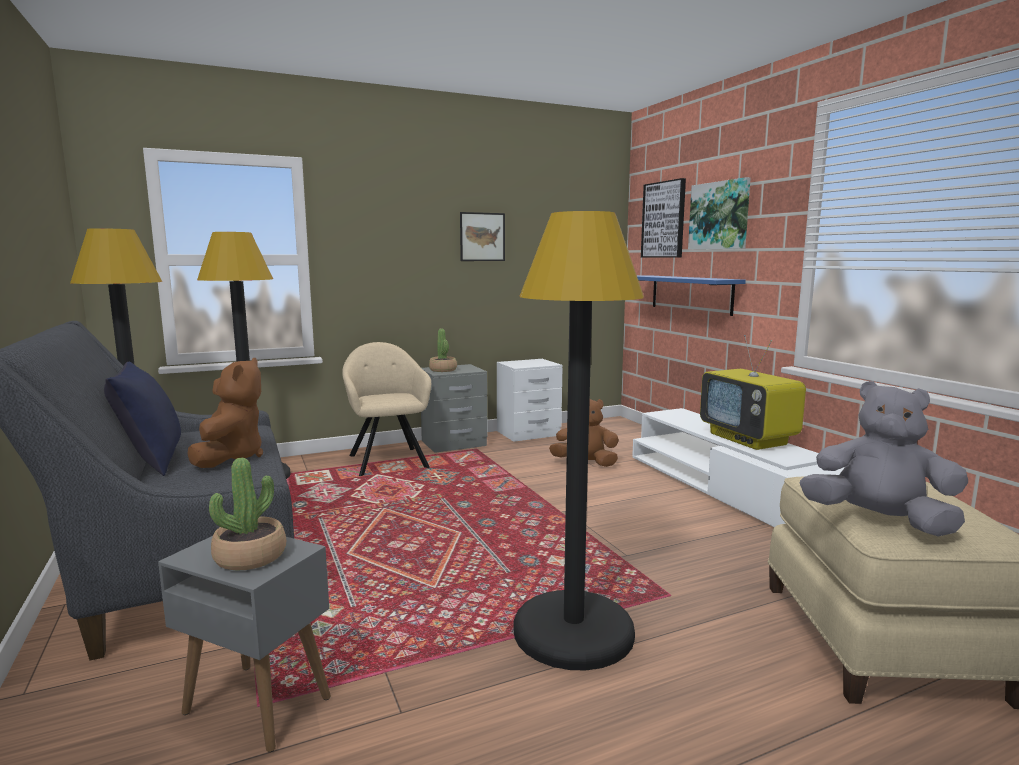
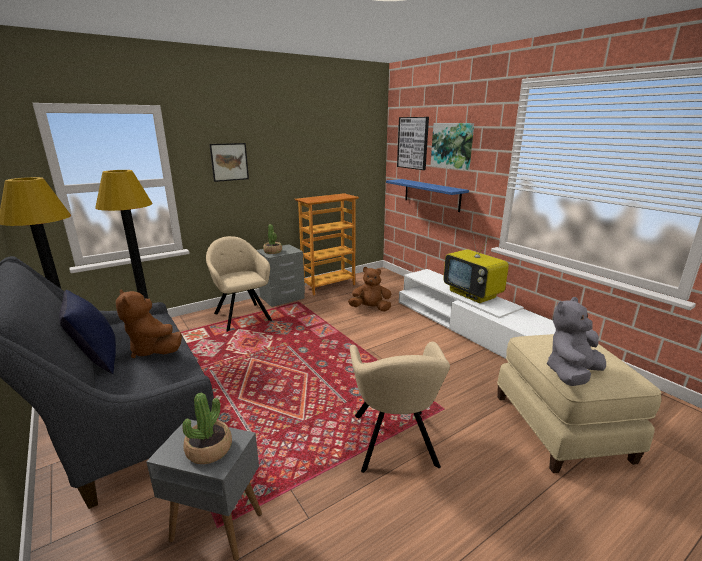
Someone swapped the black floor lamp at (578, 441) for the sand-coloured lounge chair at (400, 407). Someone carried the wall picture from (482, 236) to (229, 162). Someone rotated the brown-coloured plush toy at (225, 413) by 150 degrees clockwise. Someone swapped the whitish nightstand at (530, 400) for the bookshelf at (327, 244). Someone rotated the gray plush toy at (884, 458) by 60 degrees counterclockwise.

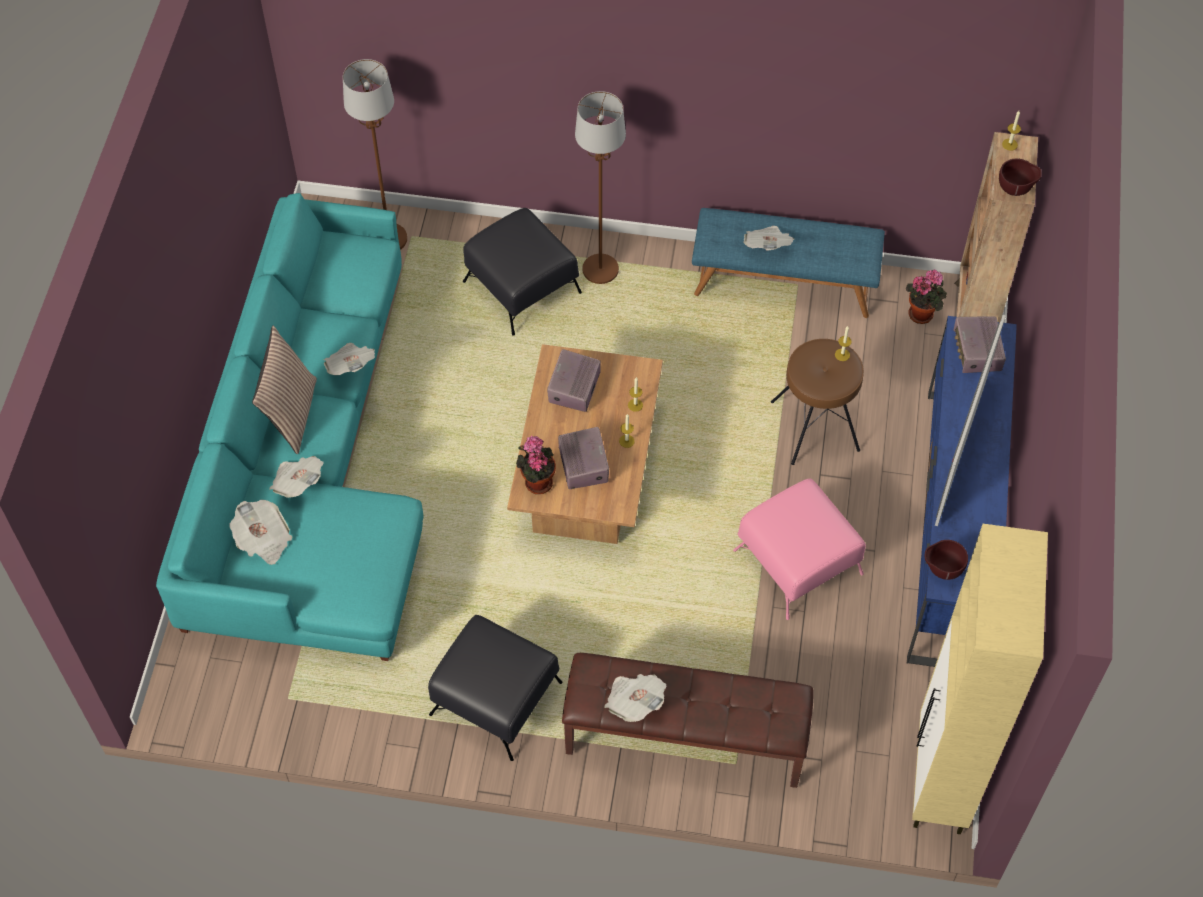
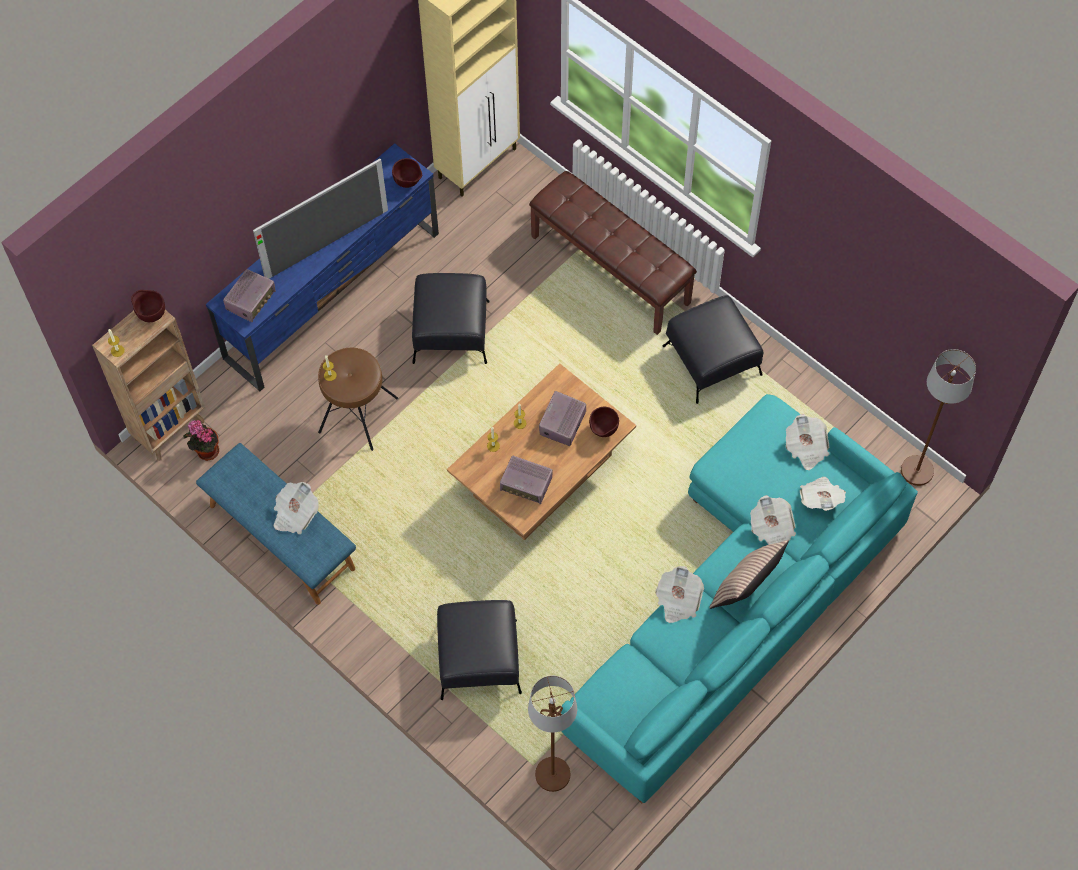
Someone carried the brown-coloured floor lamp from (600, 187) to (938, 417). Someone rotated the radio set at (574, 380) by 60 degrees clockwise. Someone swapped the plant in a pot at (536, 465) for the brown-coloured bowl at (604, 422). Someone repainted the pink pouffe at (799, 549), which became the black pouffe at (451, 318). Someone carried the printed paper from (635, 698) to (807, 442).

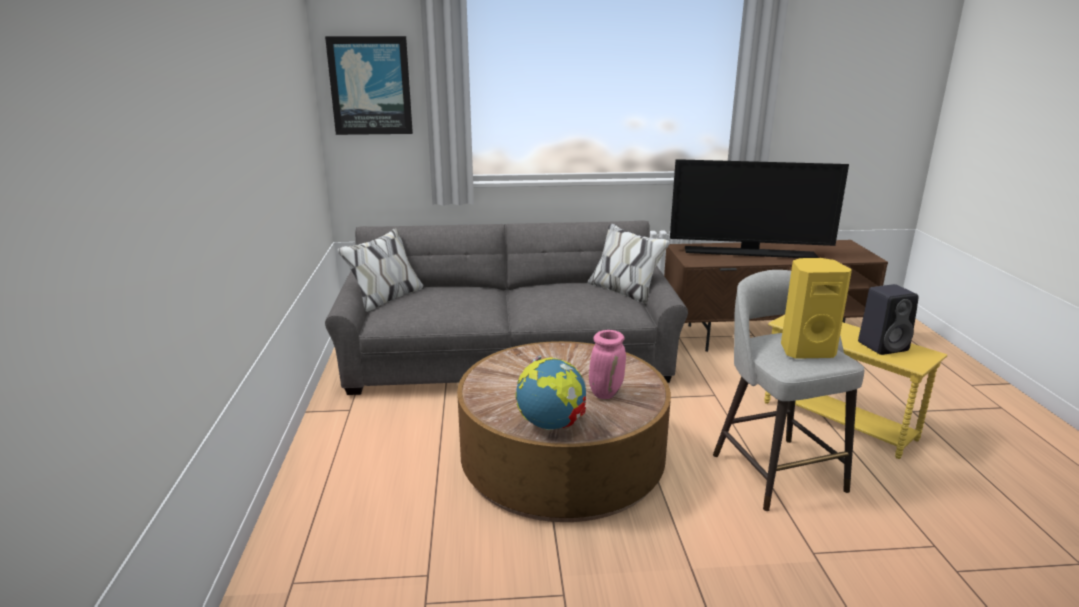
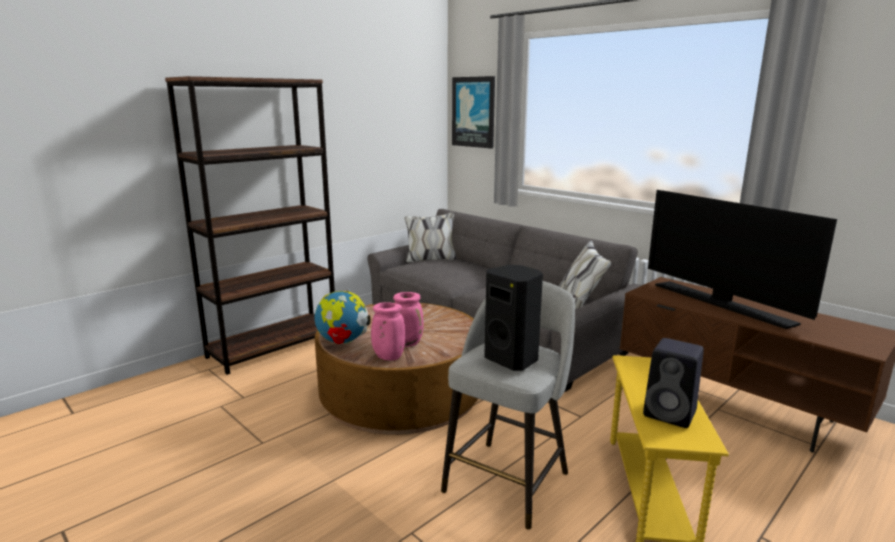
Someone repainted the yellow audio speaker at (816, 308), which became the black audio speaker at (513, 318). Someone put down the brown-coloured bookshelf at (250, 225). Someone put down the pink flower vase at (388, 331).

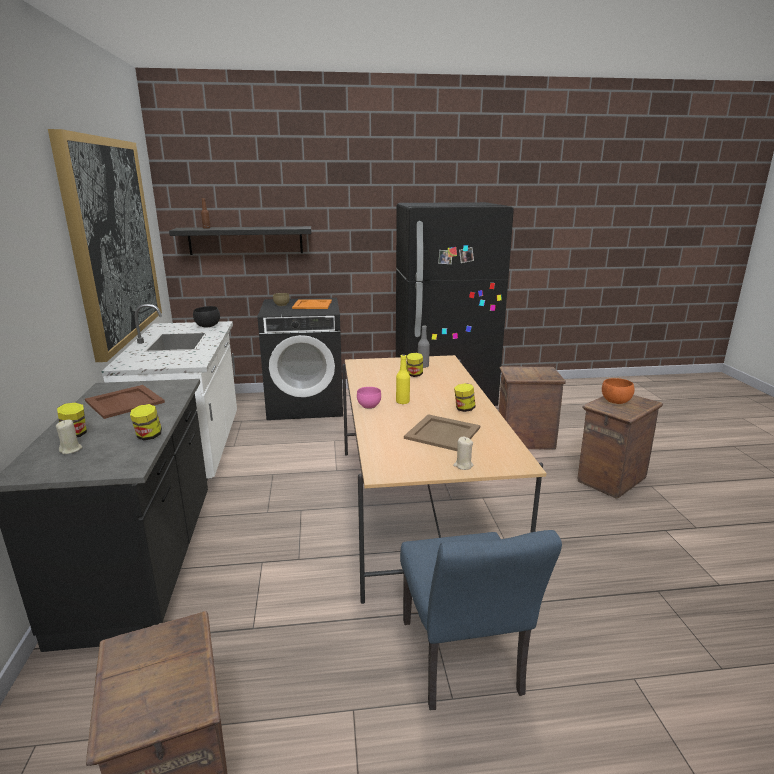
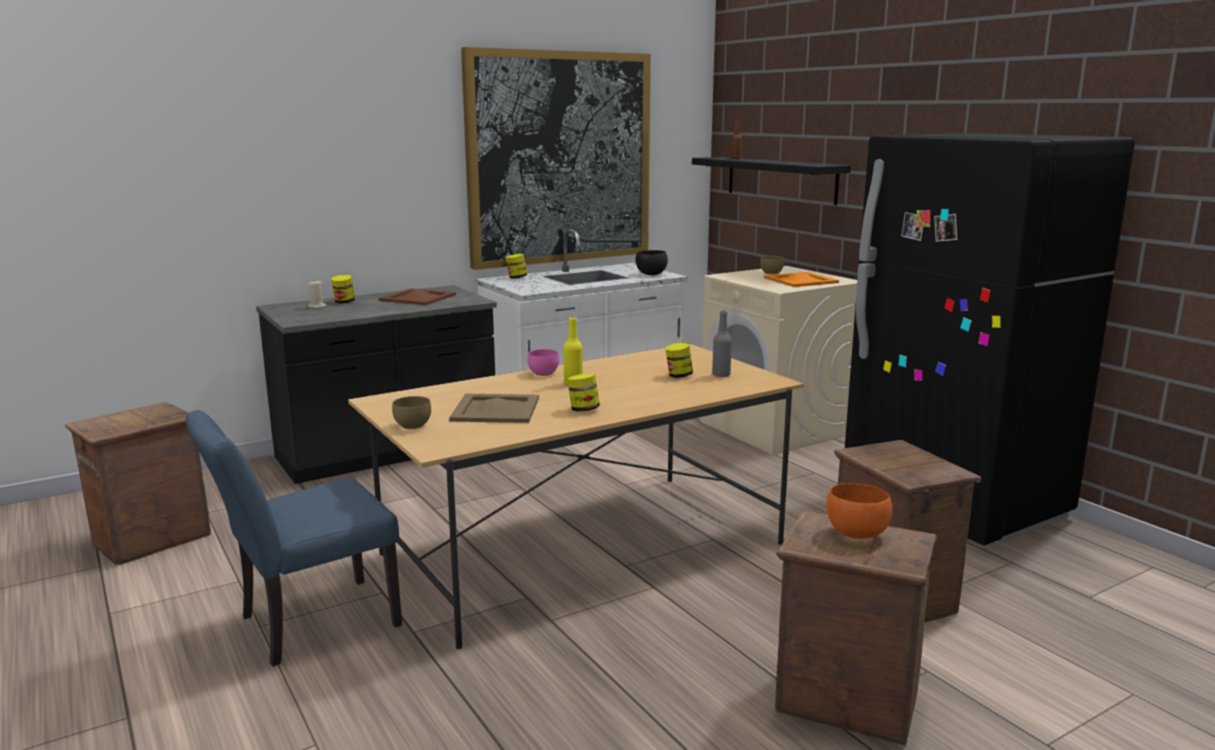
Someone repainted the black laundry machine at (300, 359), which became the sand-coloured laundry machine at (778, 360). Someone carried the storage jar from (146, 422) to (516, 266). Someone swapped the sand-coloured candle at (463, 453) for the brown-coloured bowl at (411, 412).

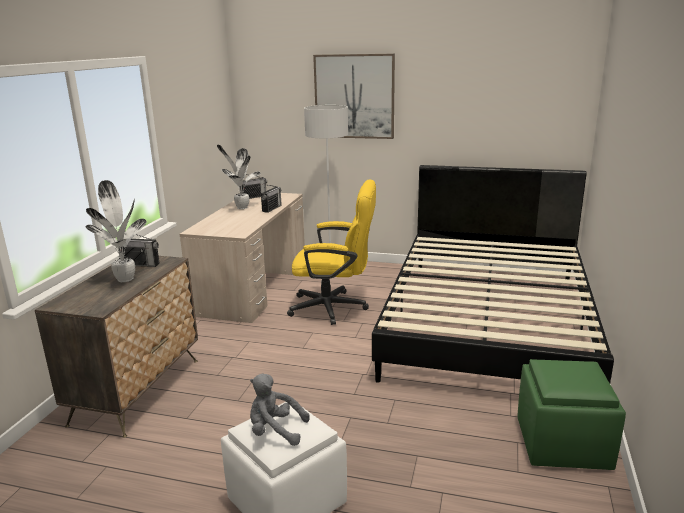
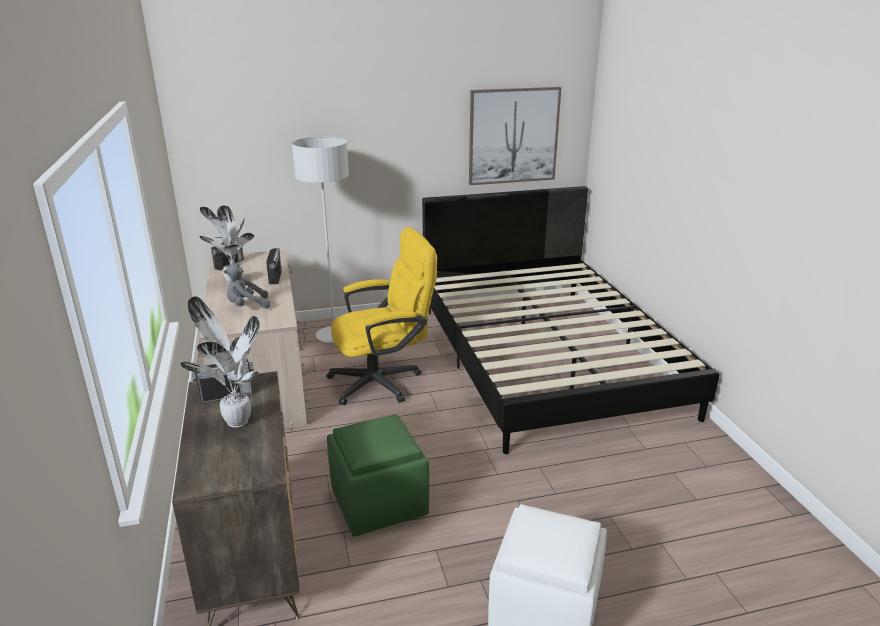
Someone carried the wall picture from (354, 96) to (515, 136). Someone carried the greenish pouffe from (571, 414) to (378, 475). Someone carried the gray plush toy from (280, 410) to (247, 286).

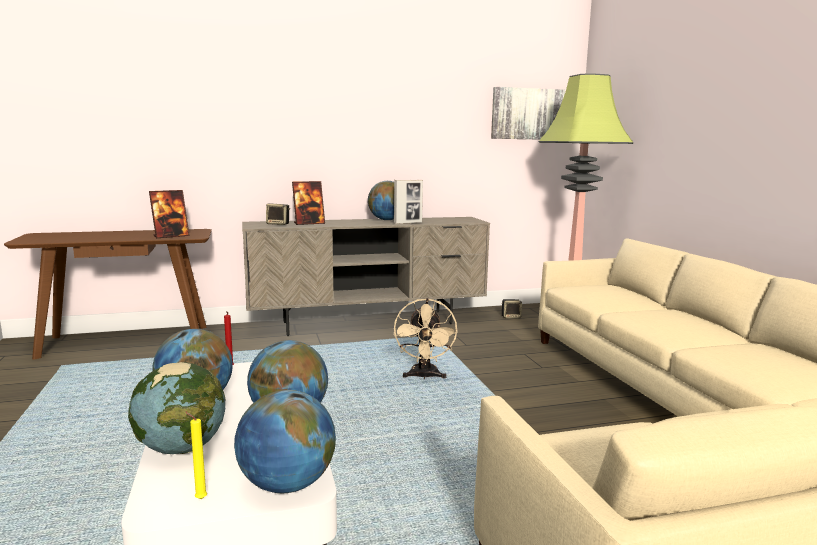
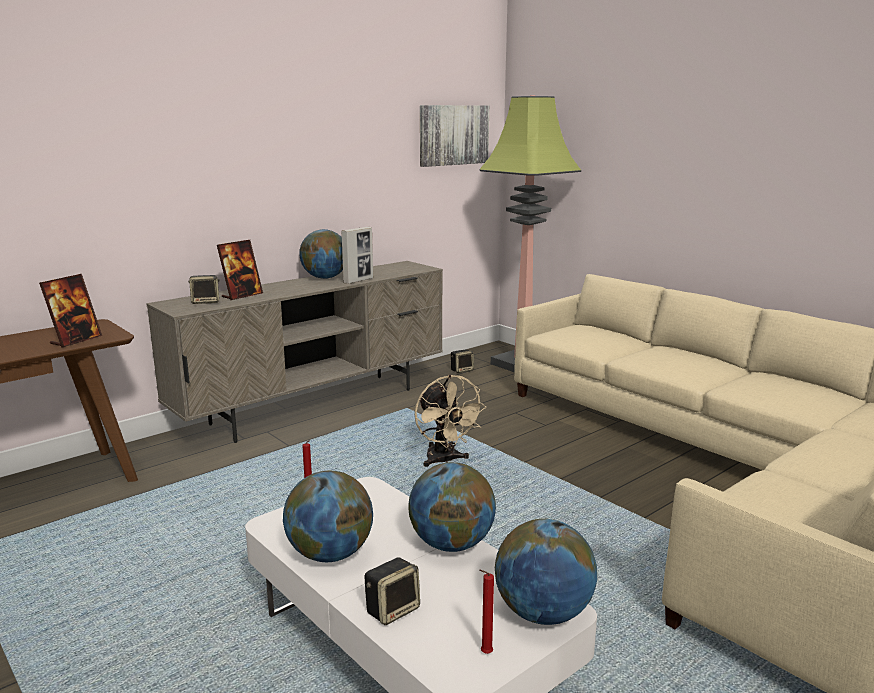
Someone swapped the desk globe at (177, 408) for the audio speaker at (392, 591). Someone repainted the yellow candle at (196, 455), which became the red-coloured candle at (486, 612).

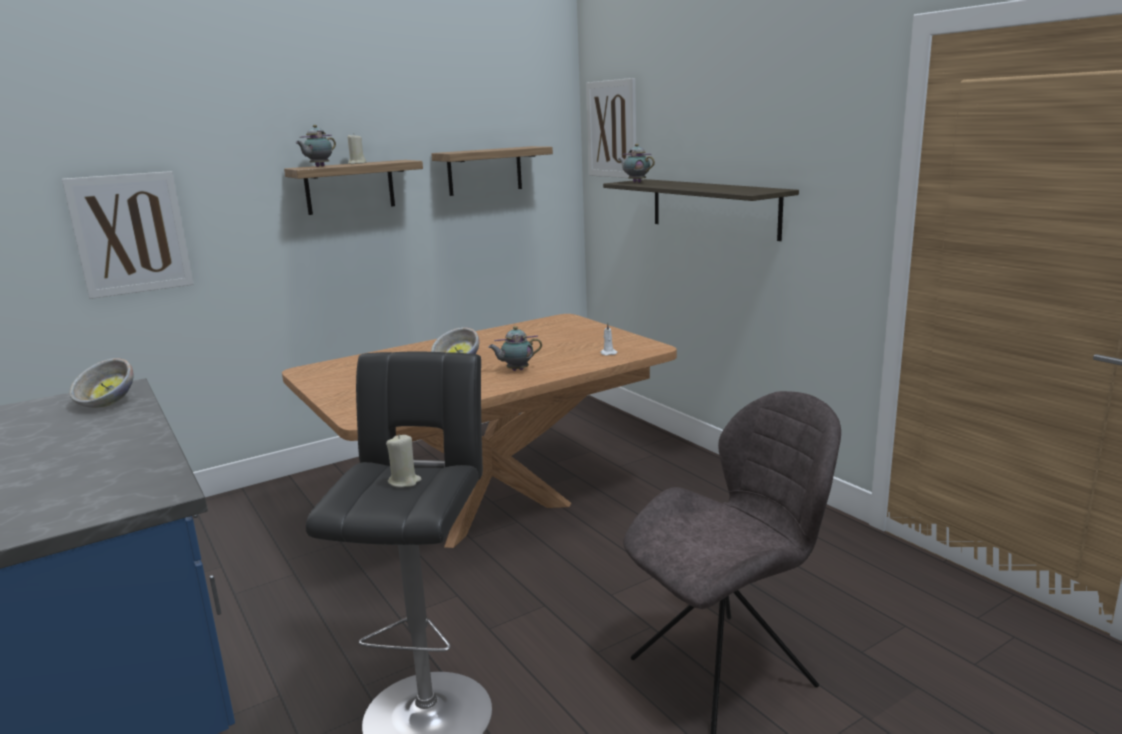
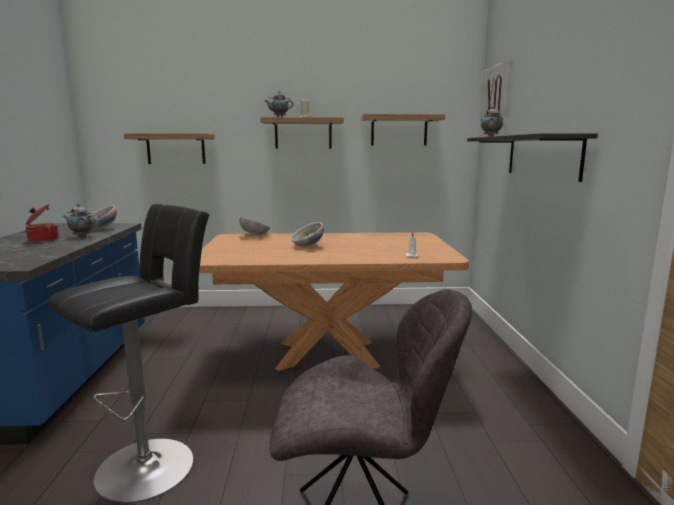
Someone swapped the wall picture at (128, 235) for the bracket shelf at (169, 148). Someone carried the teapot from (515, 348) to (79, 220). Someone took away the sand-coloured candle at (404, 460). Someone put down the saucepot at (41, 223). Someone put down the bowl at (254, 226).

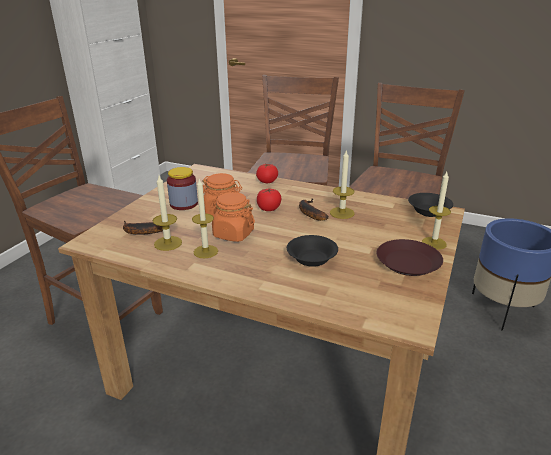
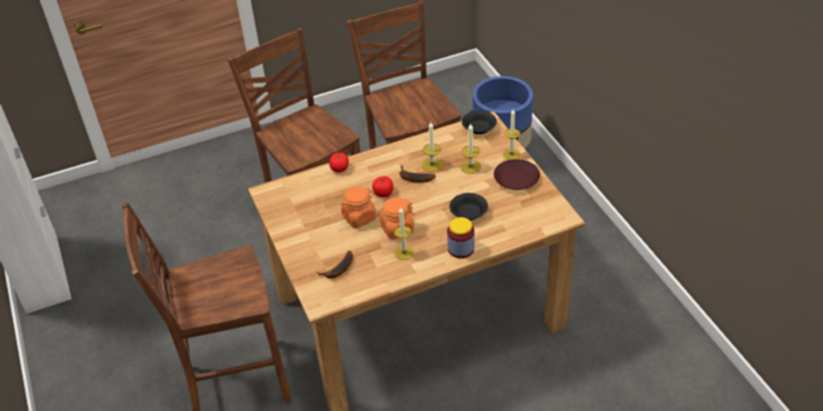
Someone carried the storage jar from (182, 188) to (460, 237). Someone carried the candle from (167, 213) to (471, 149).

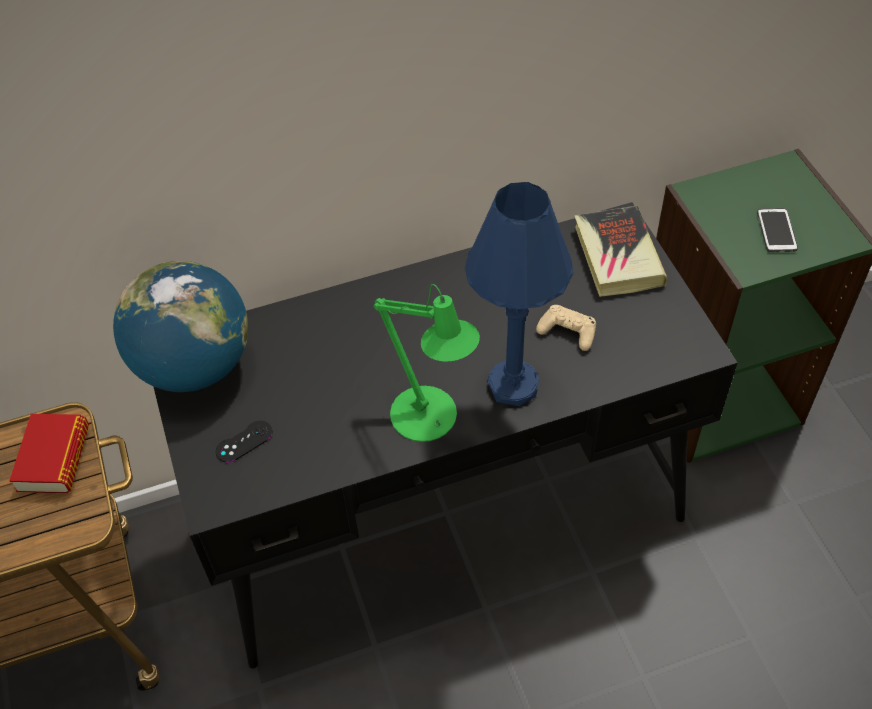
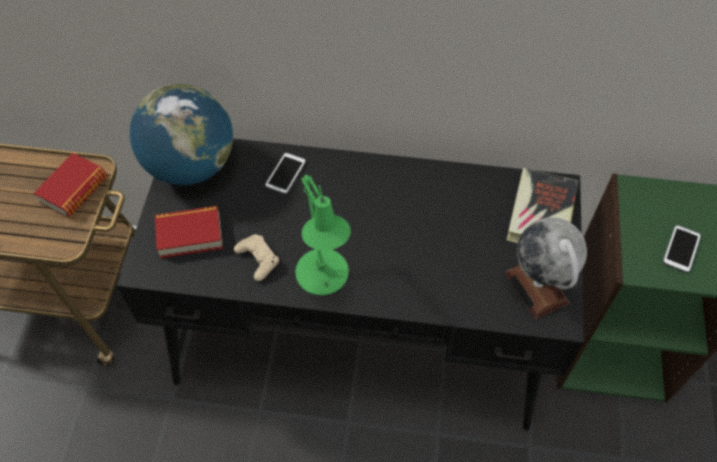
Someone took away the blue-coloured table lamp at (519, 294). Someone carried the sand-coloured gamepad from (566, 328) to (256, 257). Someone swapped the black gamepad at (244, 442) for the volume at (189, 232). Someone put down the telephone at (285, 173). Someone put down the desk globe at (546, 268).

